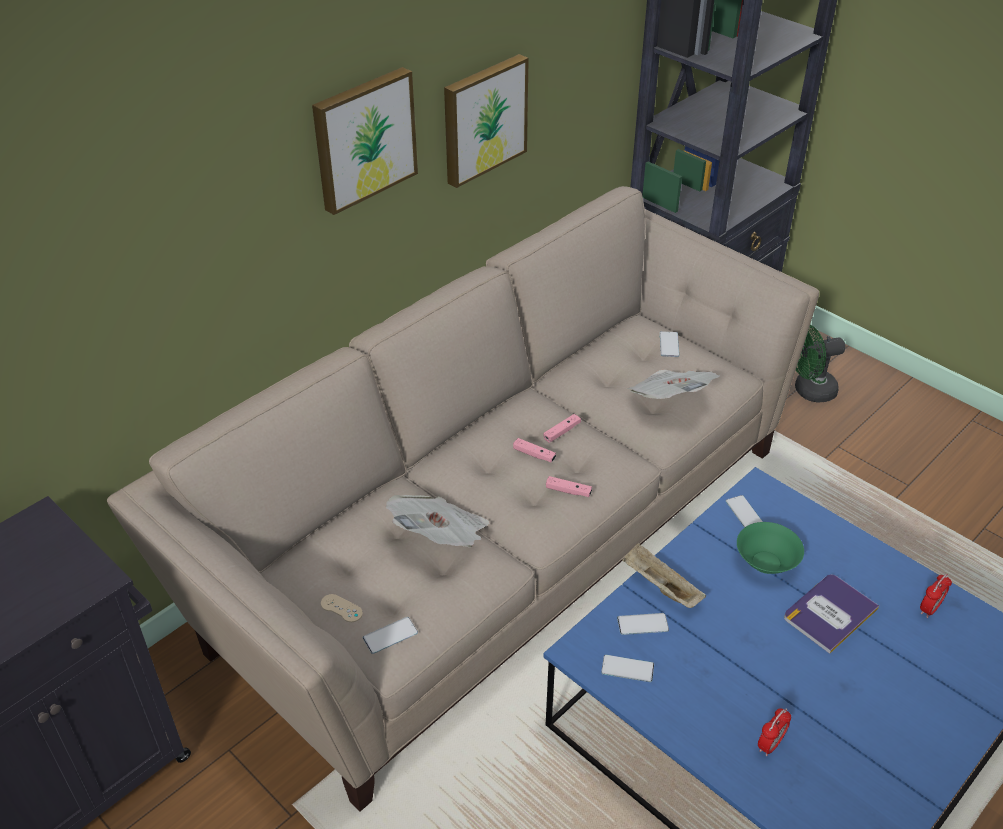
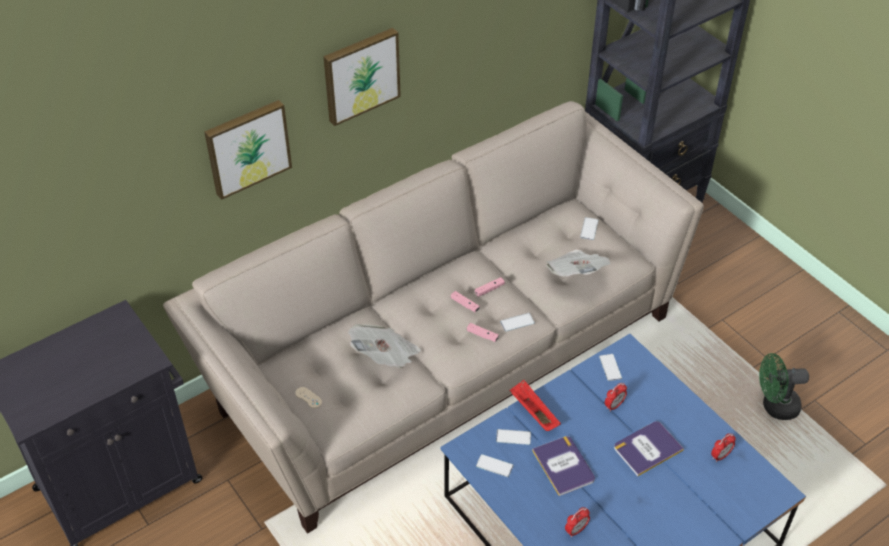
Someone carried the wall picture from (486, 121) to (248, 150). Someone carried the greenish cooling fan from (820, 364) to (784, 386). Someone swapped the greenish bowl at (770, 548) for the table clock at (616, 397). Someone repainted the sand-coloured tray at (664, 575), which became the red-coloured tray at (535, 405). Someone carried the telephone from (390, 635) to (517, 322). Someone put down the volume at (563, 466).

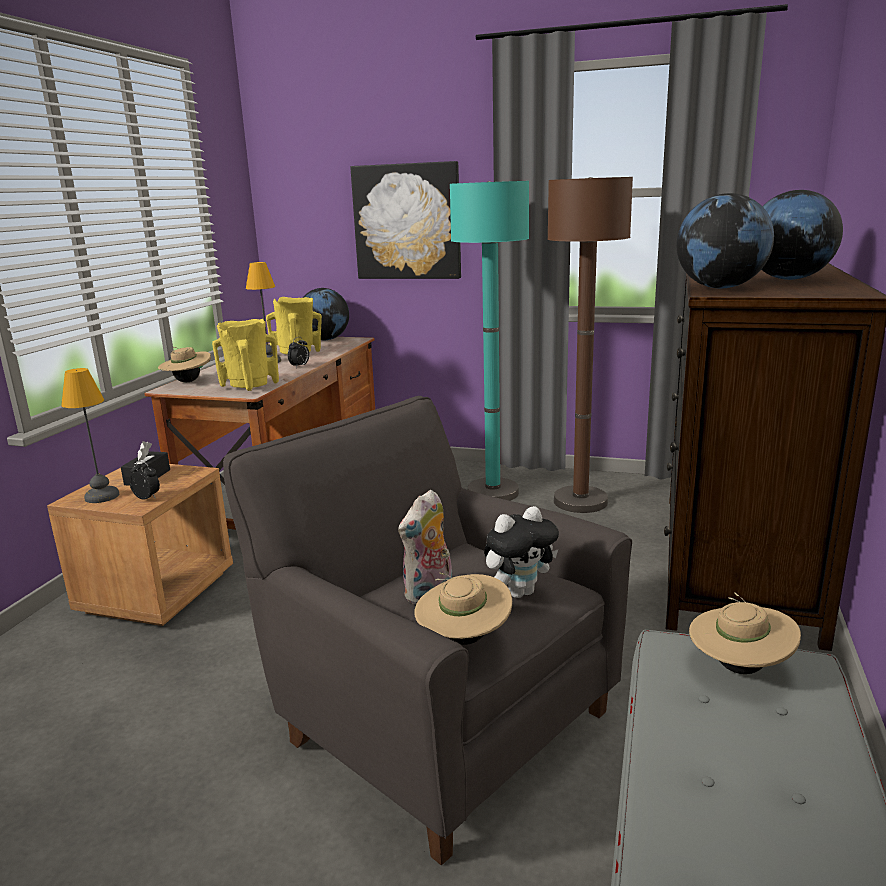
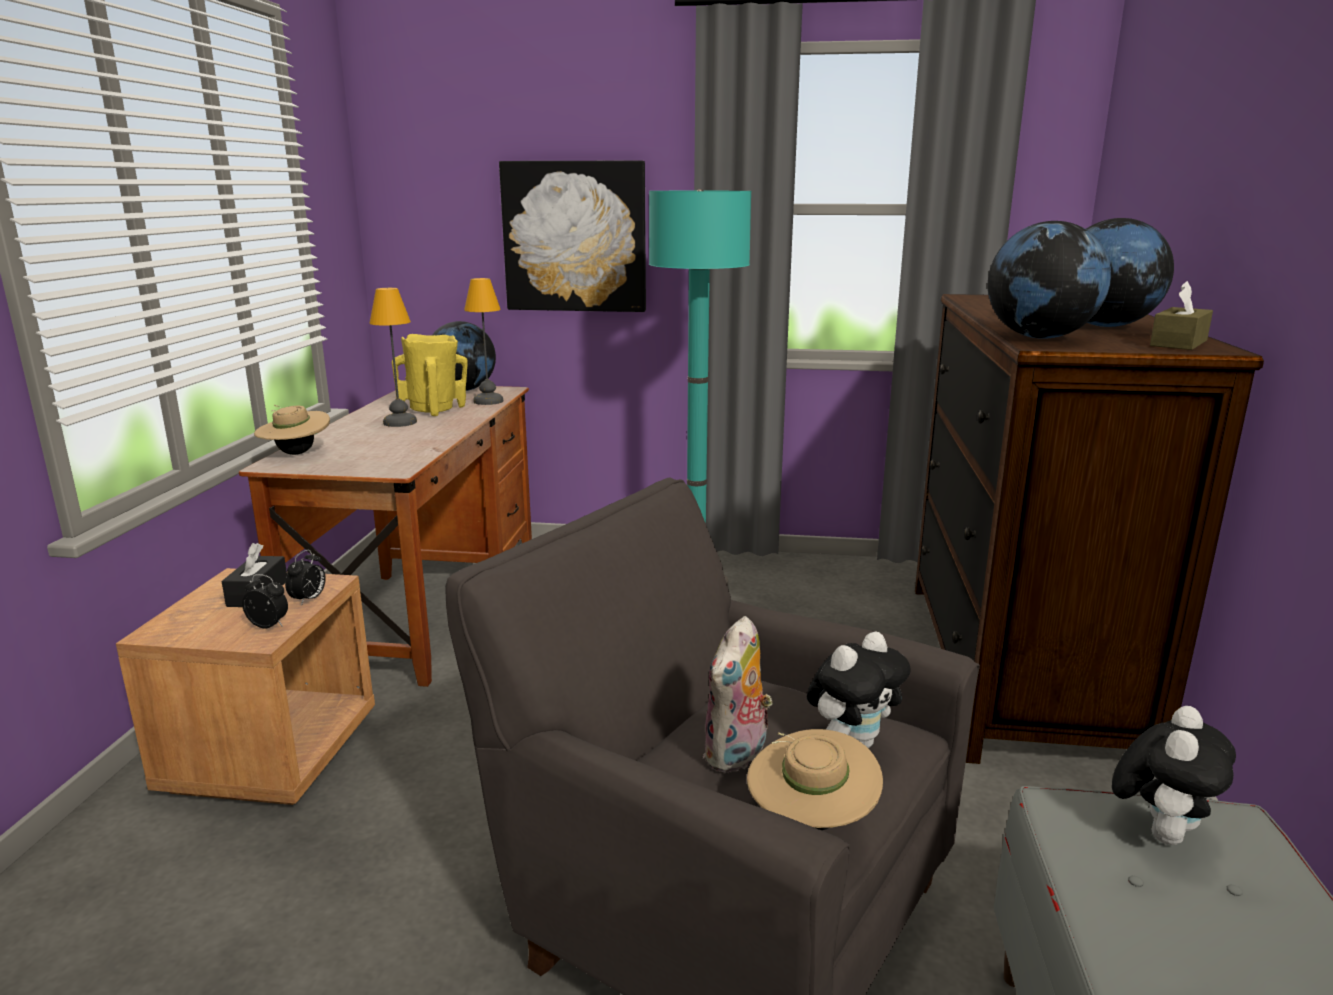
Someone took away the brown-coloured floor lamp at (590, 345). Someone took away the yellow flower vase at (245, 355). Someone carried the table clock from (298, 352) to (305, 578). Someone carried the table lamp from (90, 435) to (483, 341). Someone swapped the sand-coloured clothing hat at (745, 633) for the plush toy at (1174, 775). Someone put down the brown-coloured box of tissues at (1181, 315).

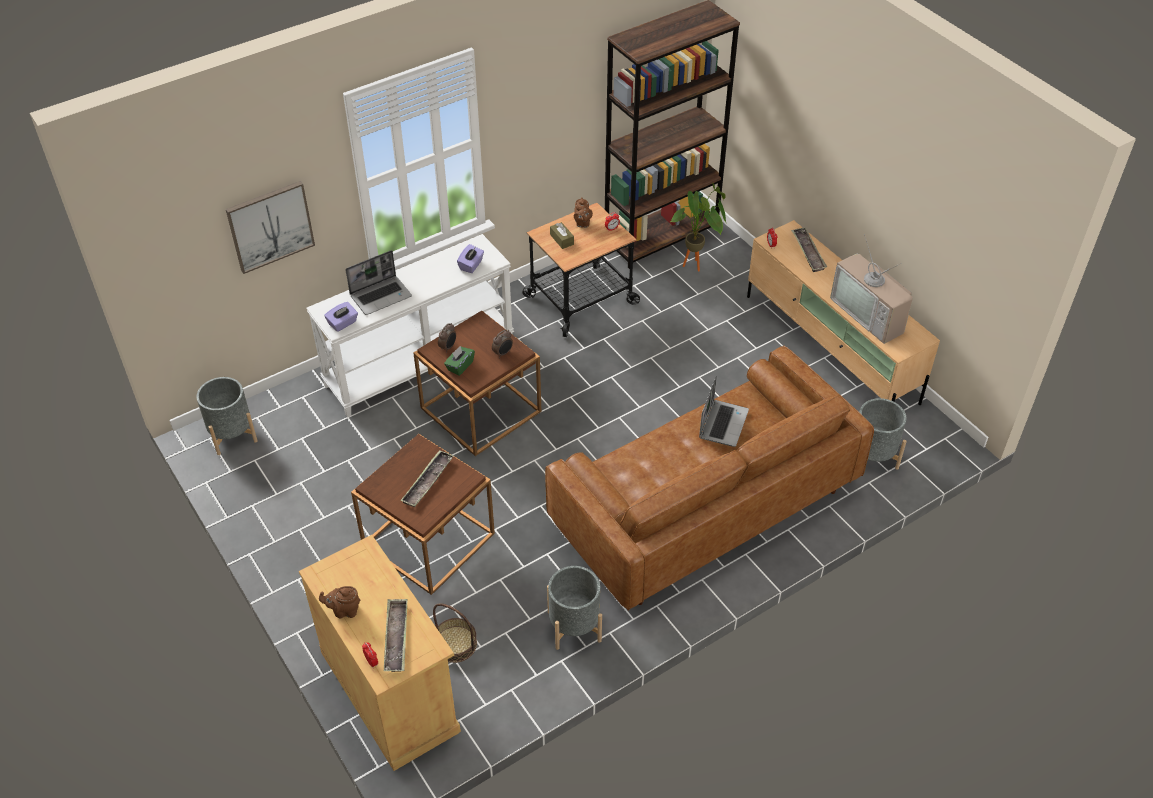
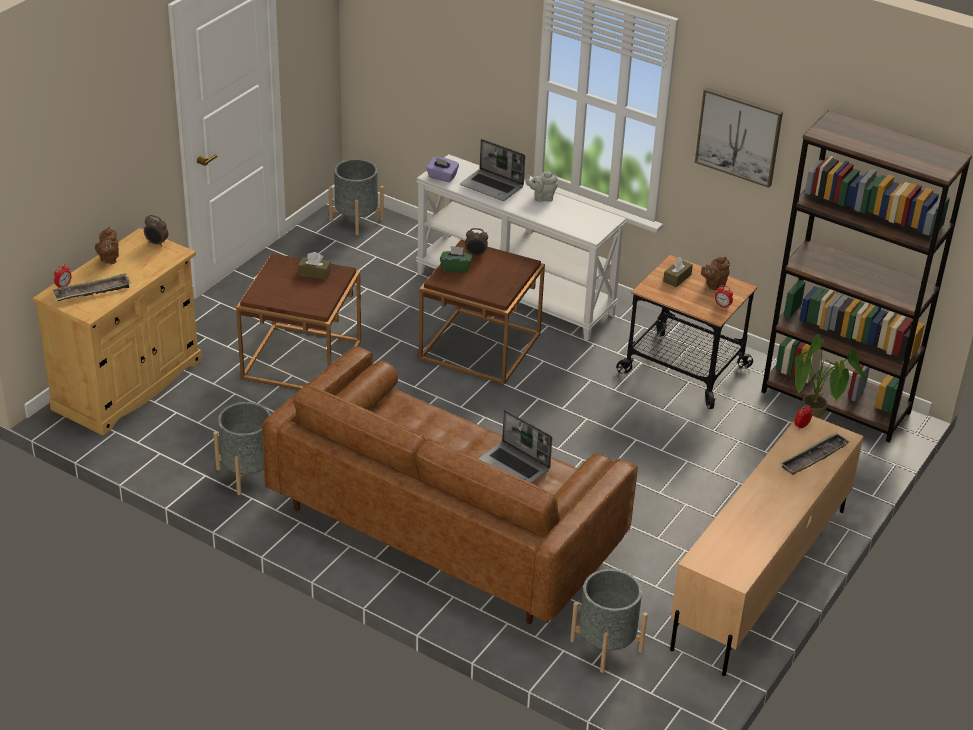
Someone carried the wall picture from (270, 227) to (739, 137). Someone took away the TV set at (871, 289). Someone took away the purple-coloured box of tissues at (470, 258). Someone carried the table clock from (502, 344) to (156, 231). Someone rotated the portable computer at (724, 411) by 45 degrees clockwise. Someone took away the tray at (427, 478). Someone rotated the brown-coloured teapot at (339, 602) by 150 degrees counterclockwise. Someone took away the storage basket at (455, 633). Someone put down the gray teapot at (541, 186). Someone put down the brown-coloured box of tissues at (314, 266).

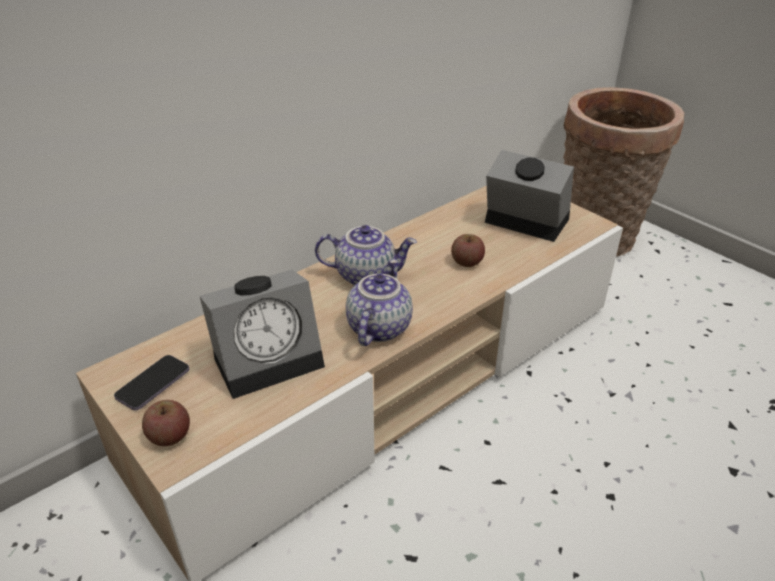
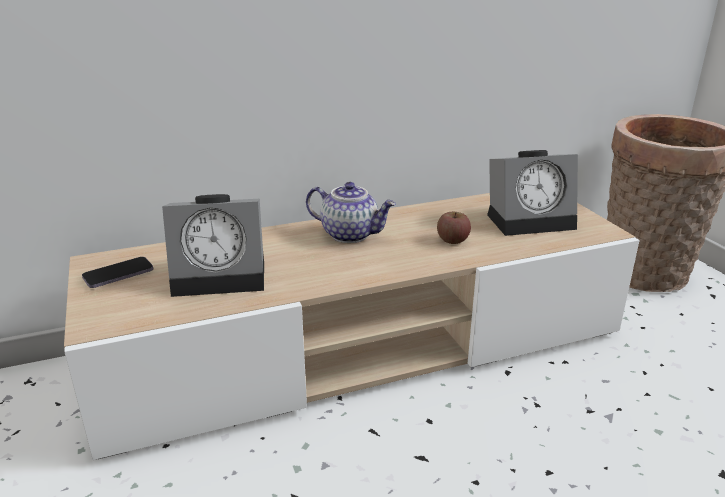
Someone rotated the table clock at (529, 196) by 120 degrees clockwise. Someone took away the teapot at (379, 302). Someone took away the whole apple at (166, 423).

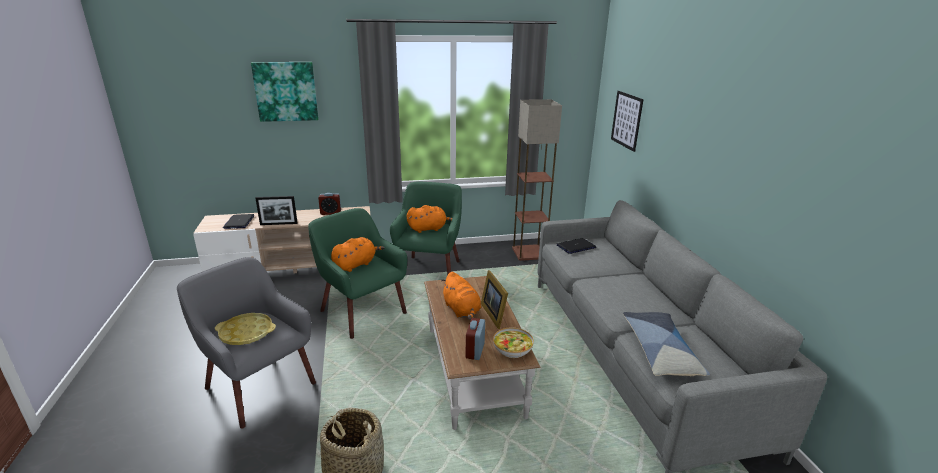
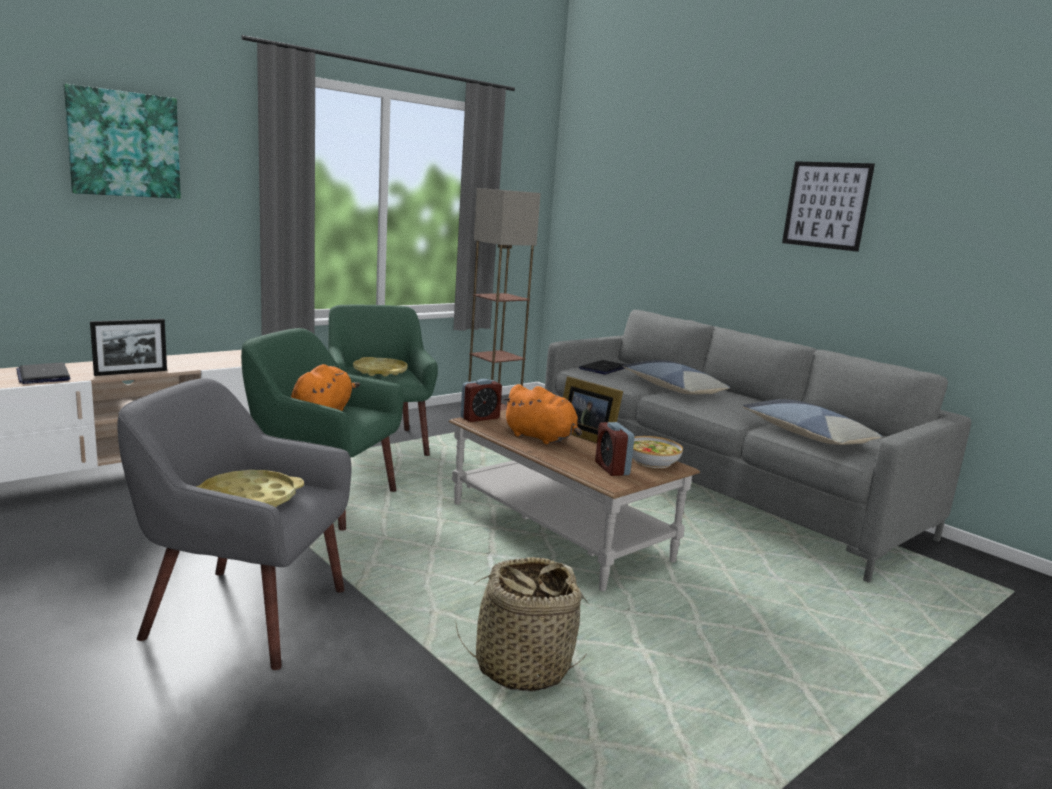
Someone carried the wall picture from (627, 121) to (828, 206). Someone carried the table clock from (329, 204) to (481, 400). Someone swapped the orange plush toy at (430, 219) for the yellow tray at (380, 367). Someone put down the pillow at (676, 377).

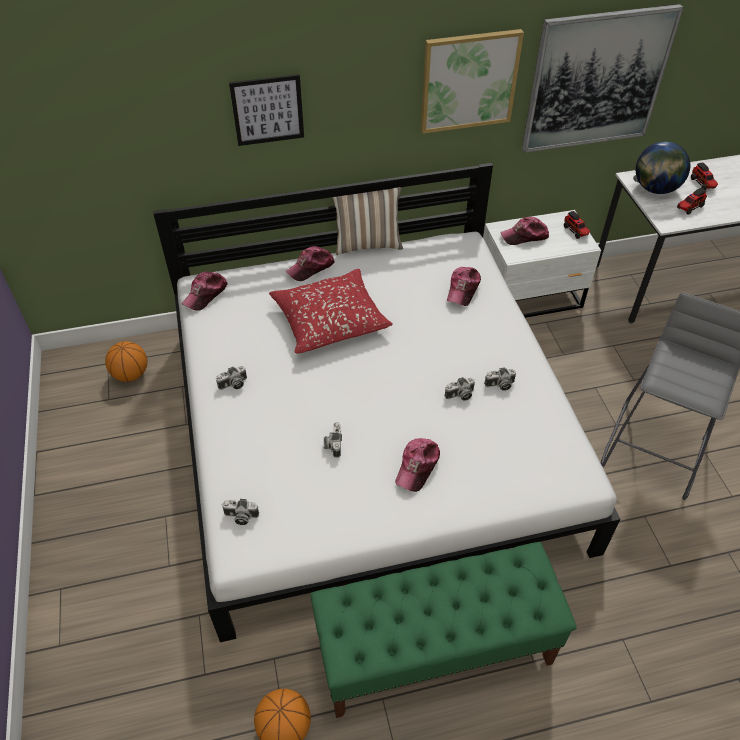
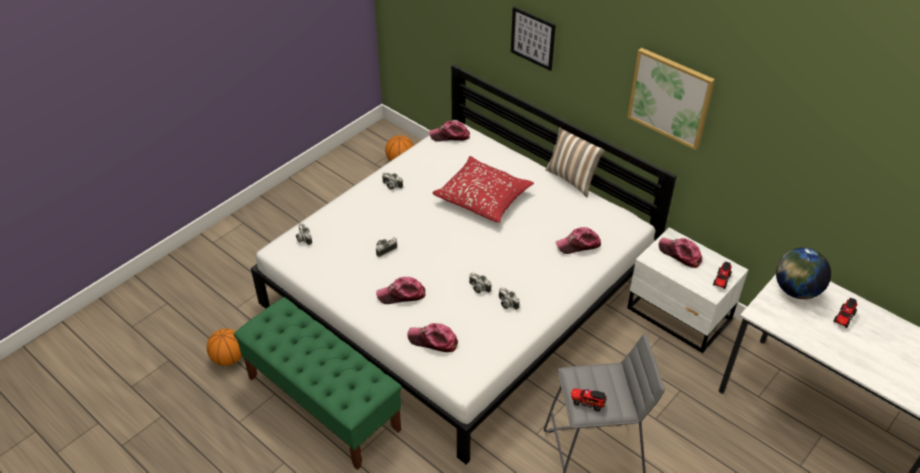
Someone took away the wall picture at (603, 78). Someone carried the toy truck from (692, 201) to (589, 400). Someone carried the baseball cap from (310, 263) to (432, 337).

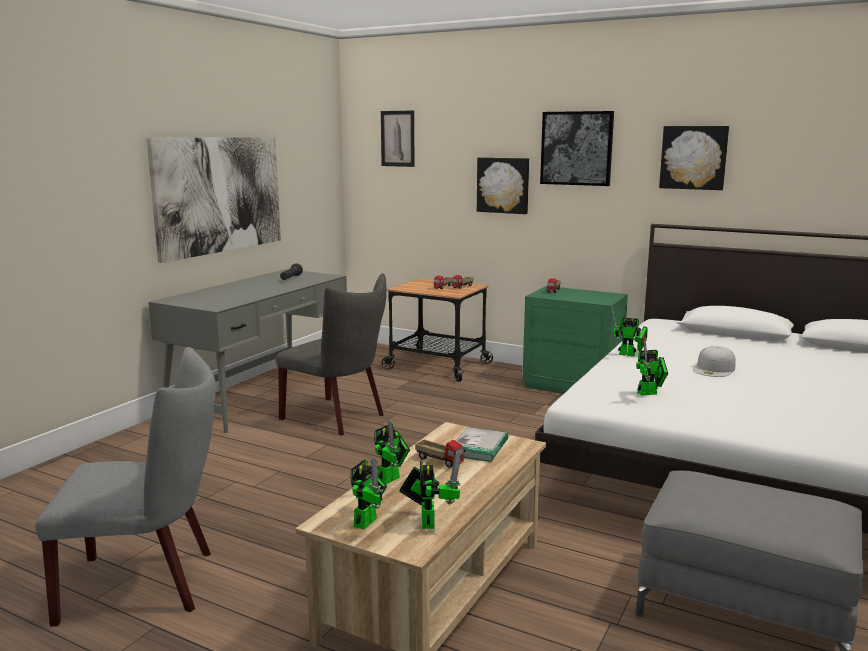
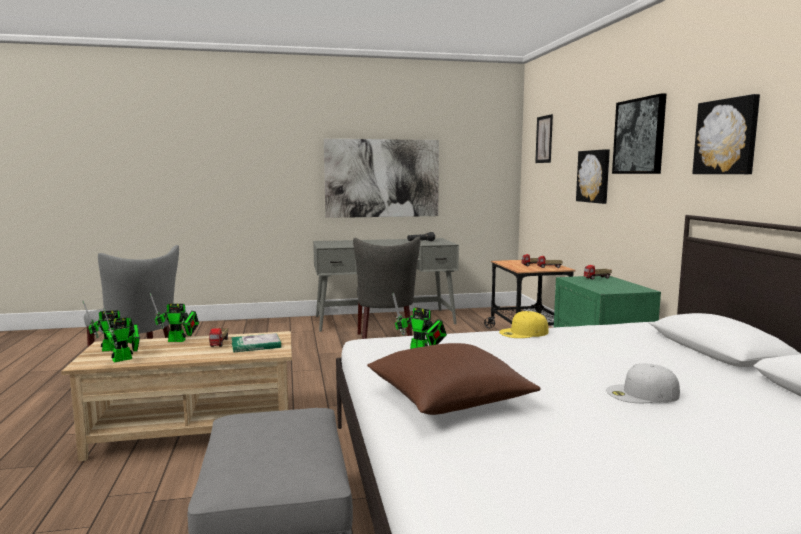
Someone swapped the robot figure at (630, 331) for the yellow baseball cap at (524, 324). Someone carried the whitish baseball cap from (714, 361) to (643, 383). Someone put down the brown-coloured pillow at (454, 379).

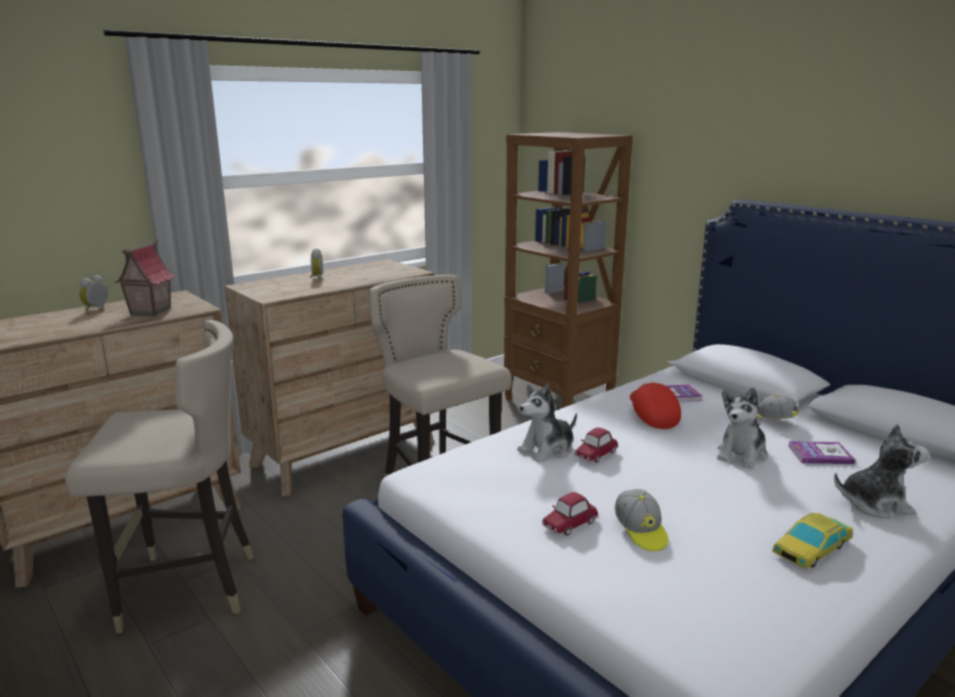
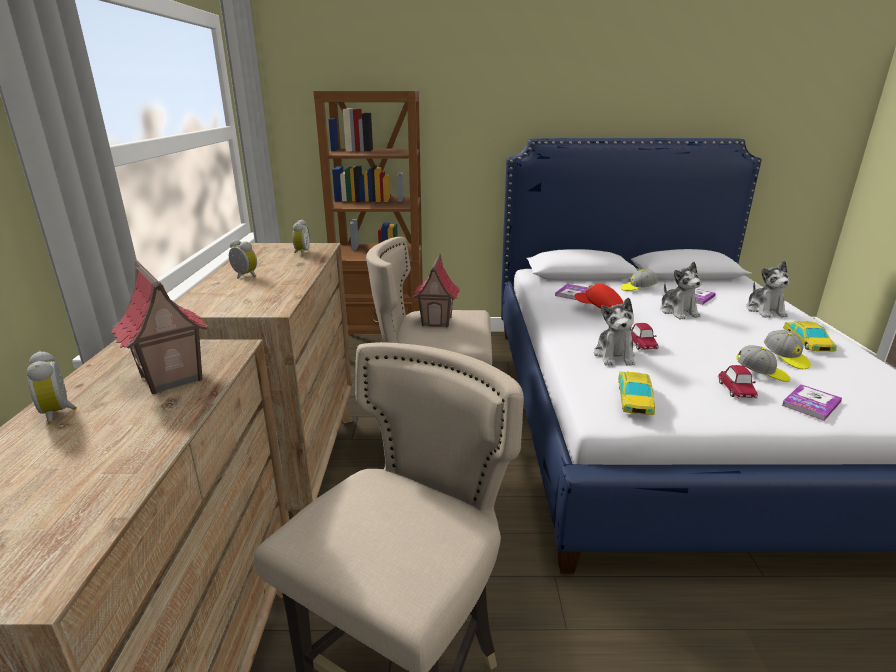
Someone rotated the plush toy at (881, 471) by 135 degrees clockwise. Someone put down the table clock at (301, 238). Someone put down the model house at (436, 290). Someone put down the baseball cap at (787, 349). Someone put down the model car at (636, 393). Someone put down the volume at (811, 402).

